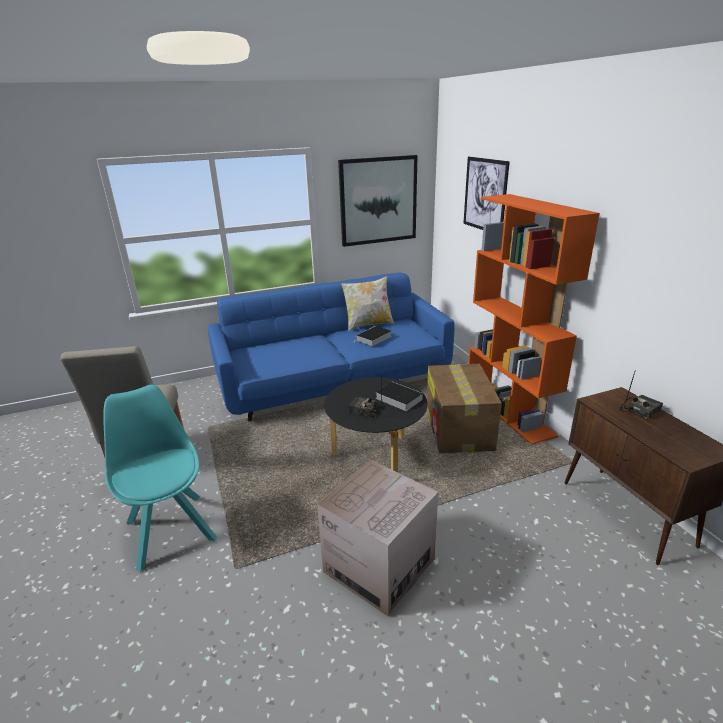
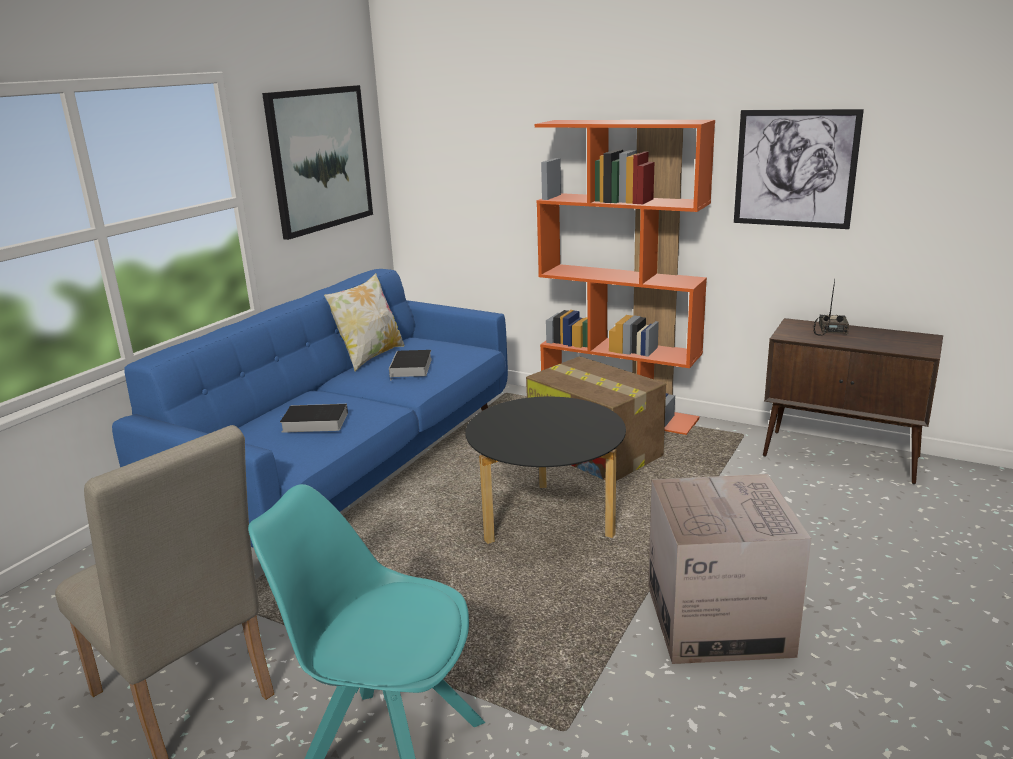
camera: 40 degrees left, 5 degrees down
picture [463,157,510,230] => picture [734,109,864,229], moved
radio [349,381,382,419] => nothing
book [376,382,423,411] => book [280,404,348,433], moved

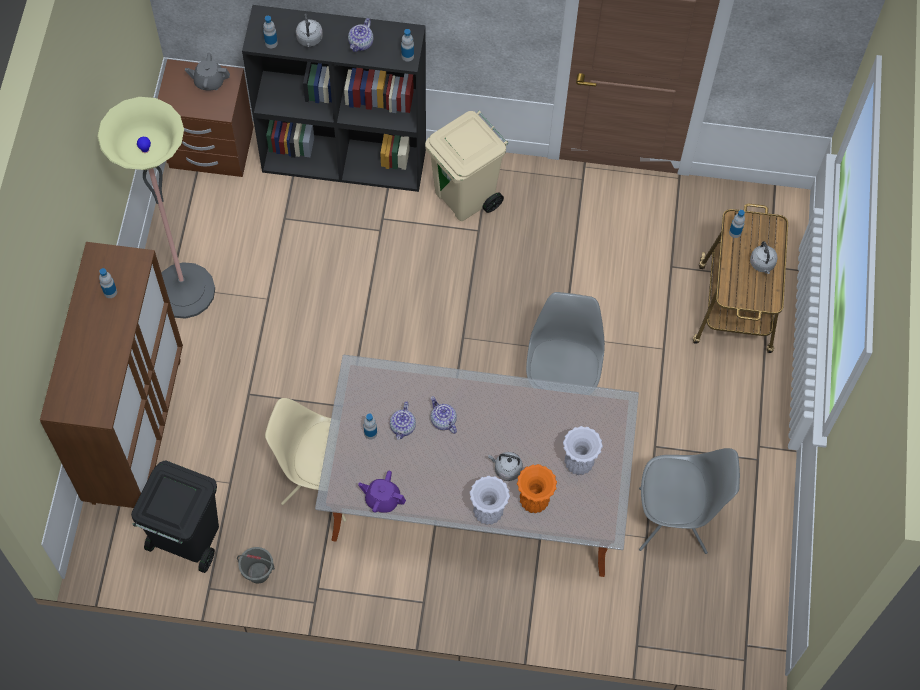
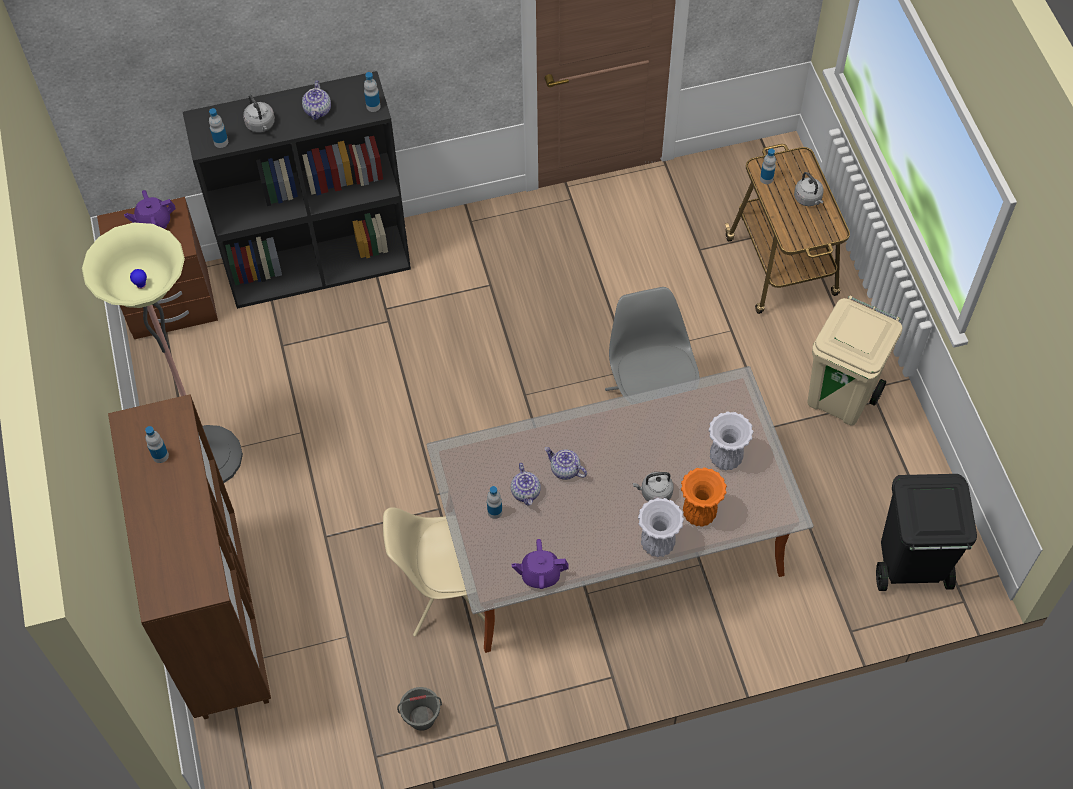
camera: 20 degrees left, 5 degrees down
teapot in grey [185,53,230,91] => teapot in purple [124,190,176,229]
trash can in beige [425,111,509,221] => trash can in beige [808,296,903,426], moved
chair in grey [639,448,740,554] => nothing
trash can in black [131,460,219,573] => trash can in black [876,474,977,591], moved

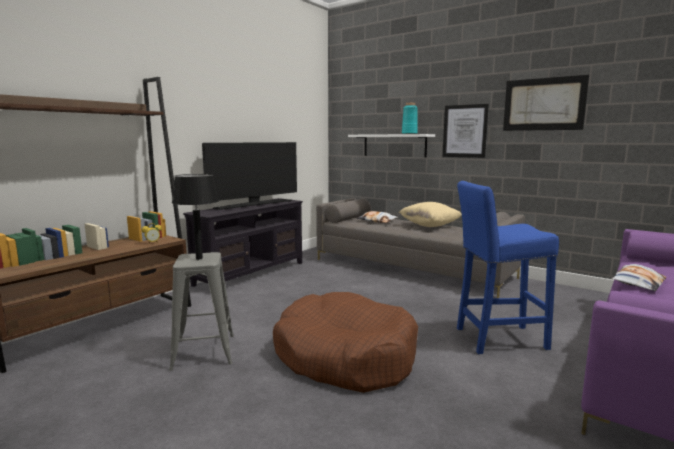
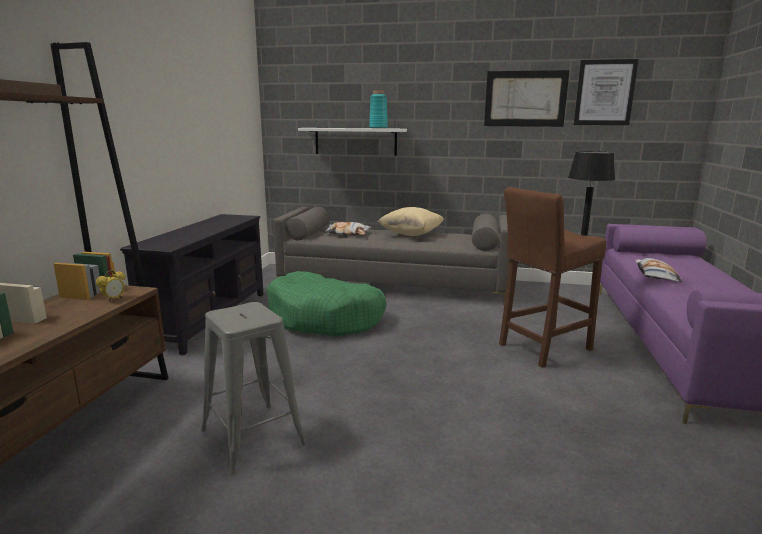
camera: 25 degrees left, 5 degrees up
picture [443,104,489,158] => picture [574,59,639,125], moved
television [202,142,297,210] => nothing
table lamp in black [172,174,219,260] => table lamp in black [568,151,615,236], moved
stool in blue [457,181,559,354] => stool in brown [499,187,606,368]
dog bed in brown [273,292,418,393] => nothing
nothing => dog bed in green [267,271,387,337]

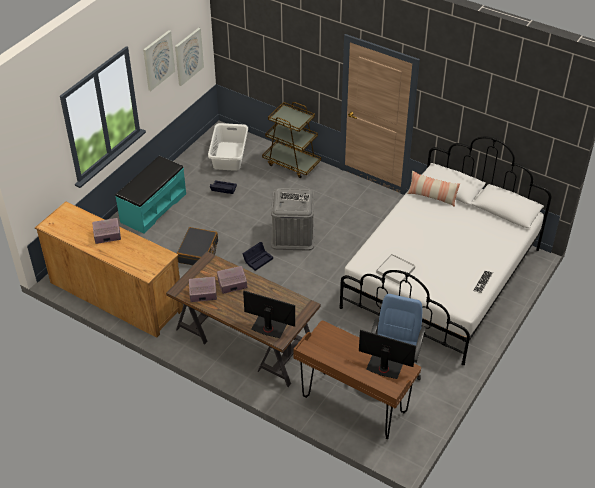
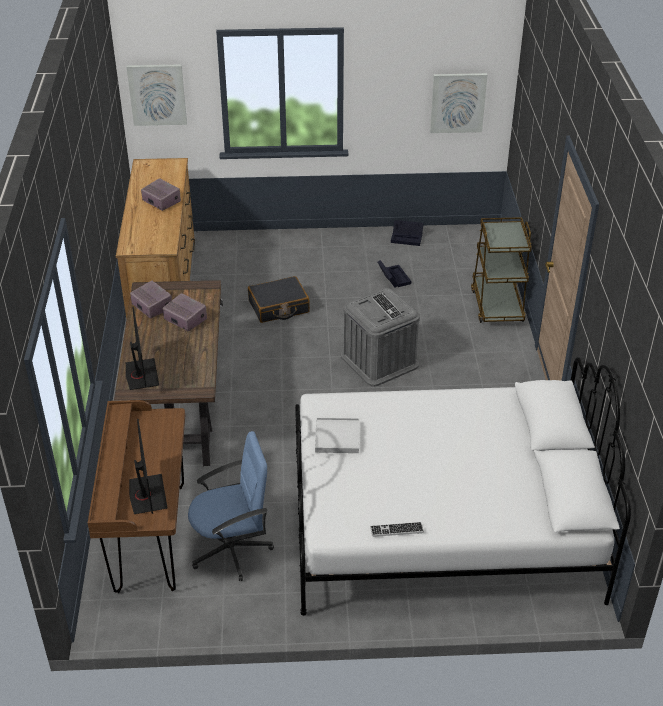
camera: 55 degrees right, 5 degrees down
picture [143,30,175,91] => picture [127,64,187,126], moved
laundry basket in white [208,123,248,171] => nothing
bench in turquoise [115,156,186,234] => nothing
pillow [407,171,460,207] => nothing
storage box in black [243,242,273,271] => storage box in black [391,220,423,246], moved

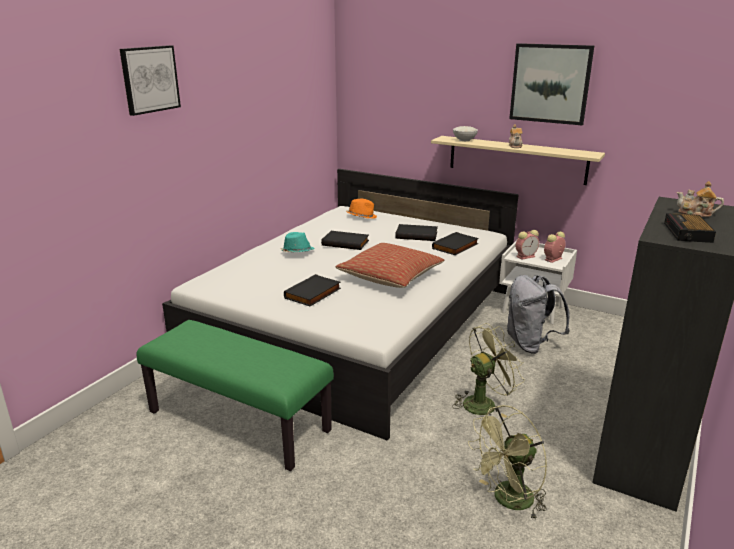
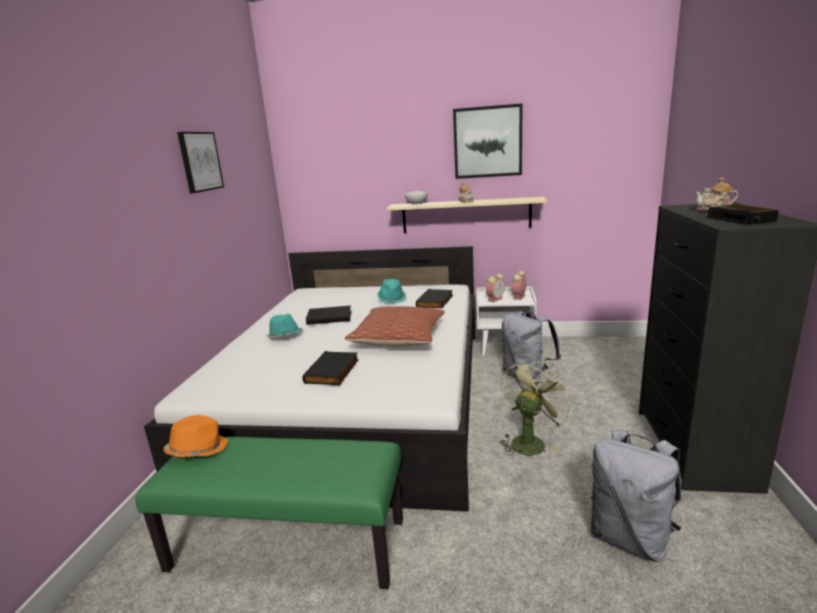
camera: 20 degrees left, 5 degrees down
picture [119,45,181,116] => picture [177,132,224,193], moved
hat in orange [346,199,377,219] => hat in orange [163,415,228,458], moved
book in black [395,224,438,241] => hat in turquoise [377,279,406,303]
fan in green [468,405,547,521] => backpack in grey [591,430,682,562]

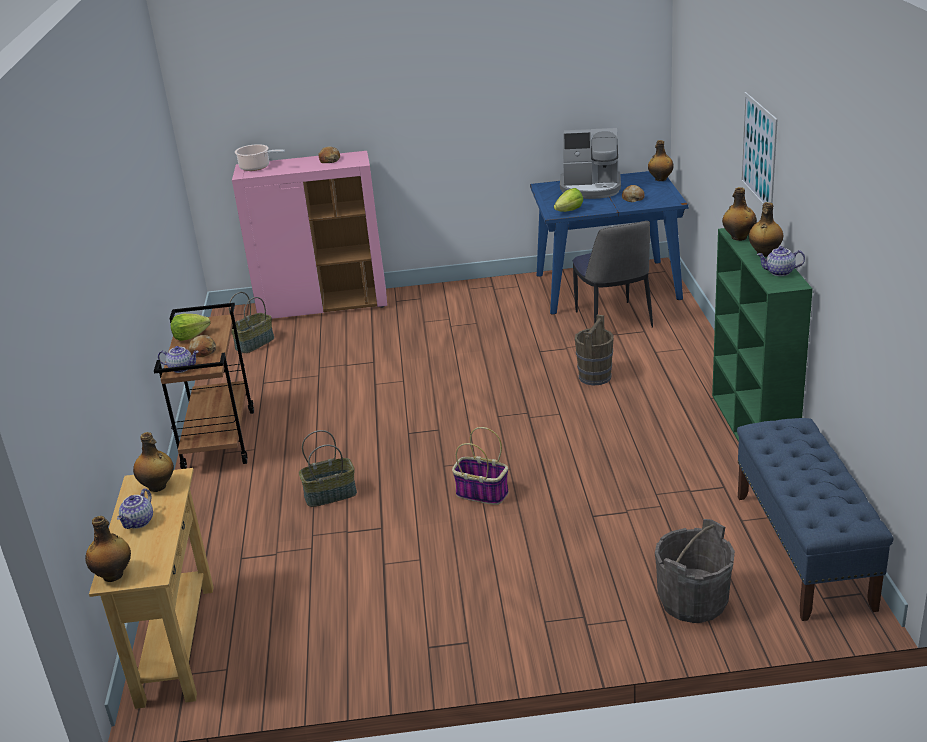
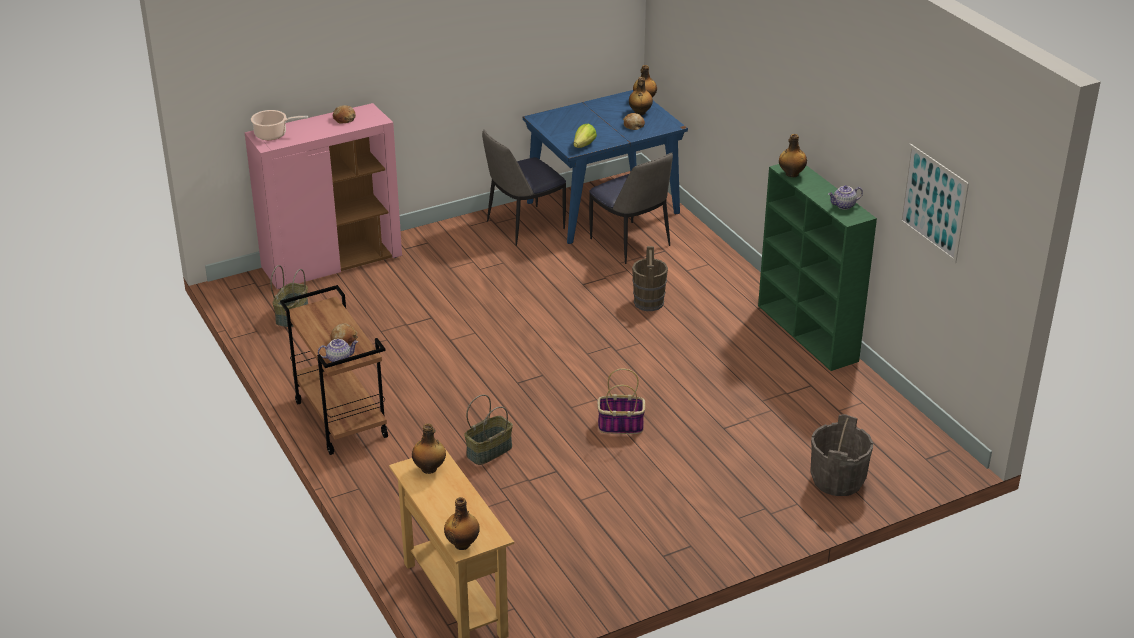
camera: 25 degrees left, 5 degrees up
picture [740,92,778,207] => picture [899,144,969,263], moved
coffee machine [560,128,621,199] => nothing
bottle [749,202,783,257] => bottle [629,77,653,115], moved
lettuce [171,314,211,341] => nothing
bench in blue [737,418,894,621] => nothing
teapot [117,488,153,529] => nothing
nothing => chair [482,130,566,246]

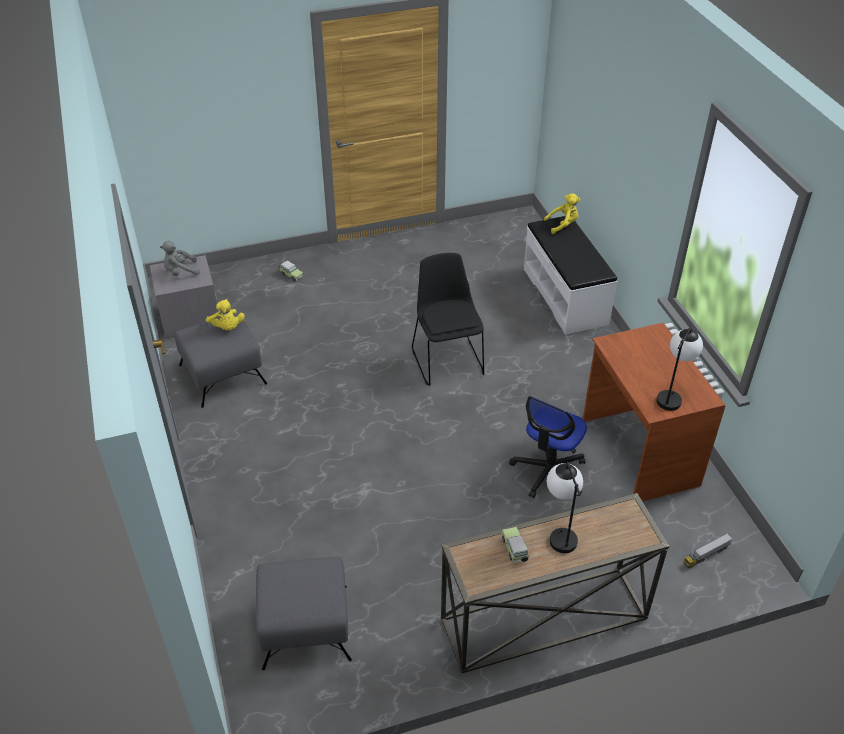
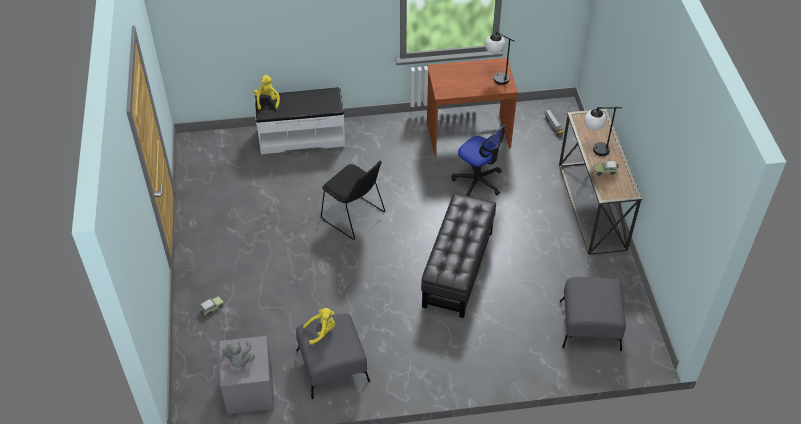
camera: 80 degrees left, 5 degrees up
chair in black [412,253,484,386] => chair in black [321,160,385,240], 135 degrees counterclockwise
nothing => ottoman in black [421,193,496,318]

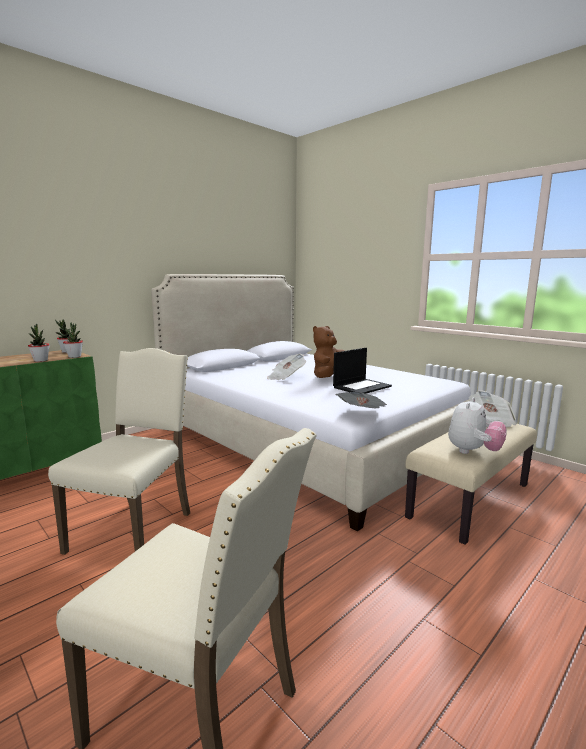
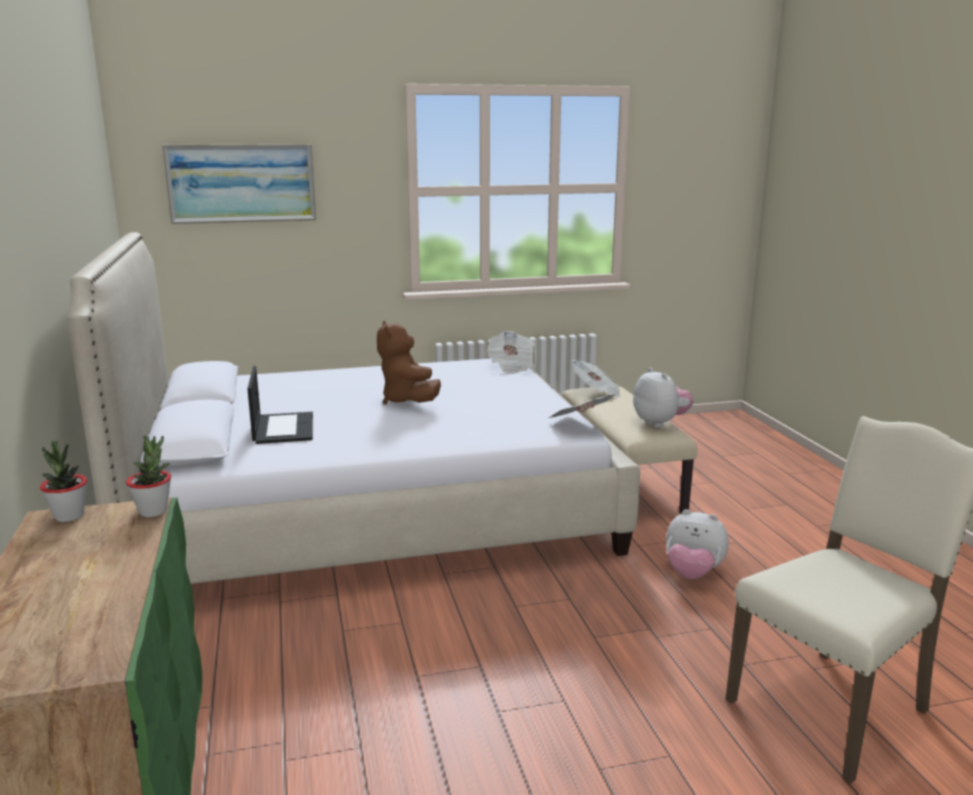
camera: 60 degrees left, 5 degrees up
potted plant [28,324,50,362] => nothing
chair in beige [48,348,190,555] => nothing
laptop [333,348,392,394] => laptop [247,366,313,444], moved
newspaper [267,354,306,380] => newspaper [486,331,536,374], moved
nothing => picture [162,144,316,224]
nothing => plush toy [666,509,729,579]

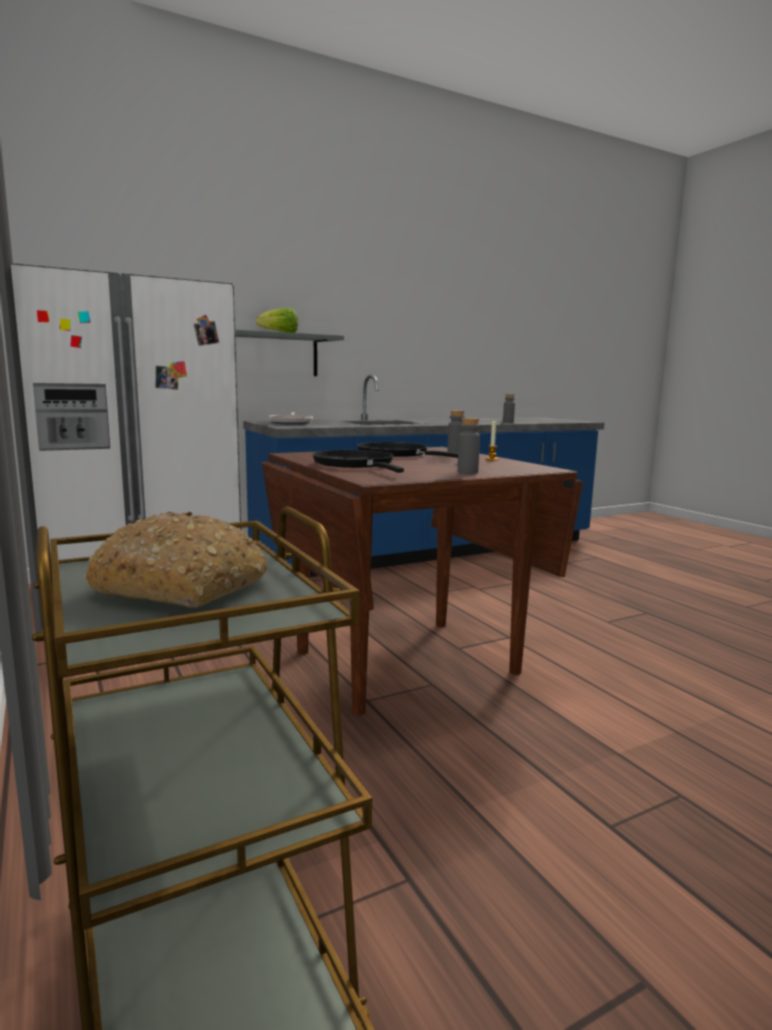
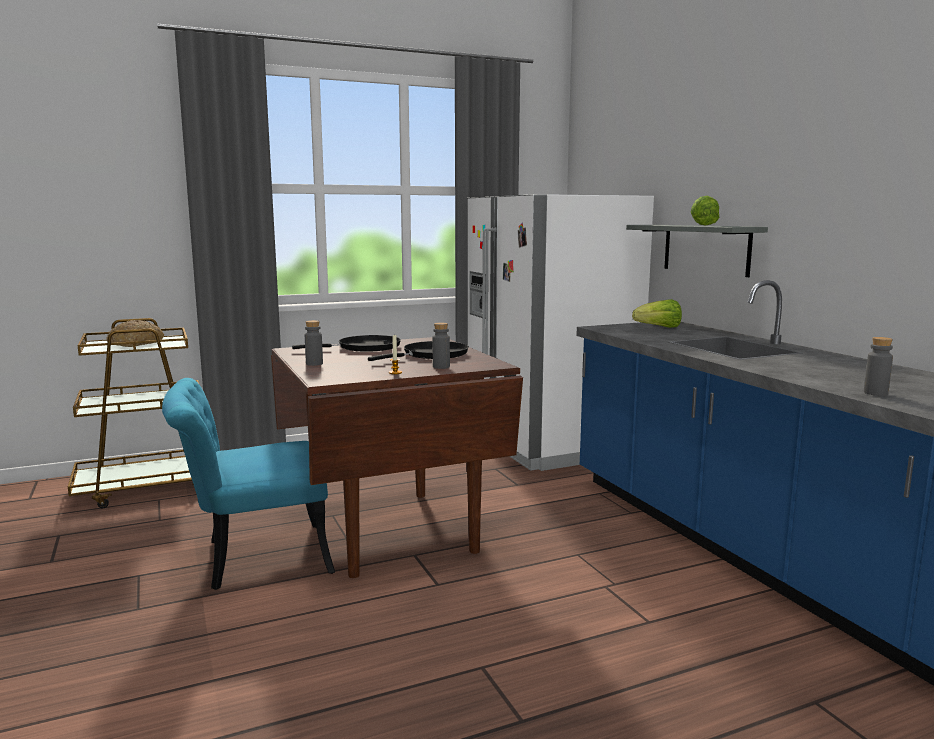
camera: 95 degrees right, 0 degrees up
frying pan [269,412,313,424] => lettuce [632,299,682,328]
nothing => chair in turquoise [162,378,335,590]

